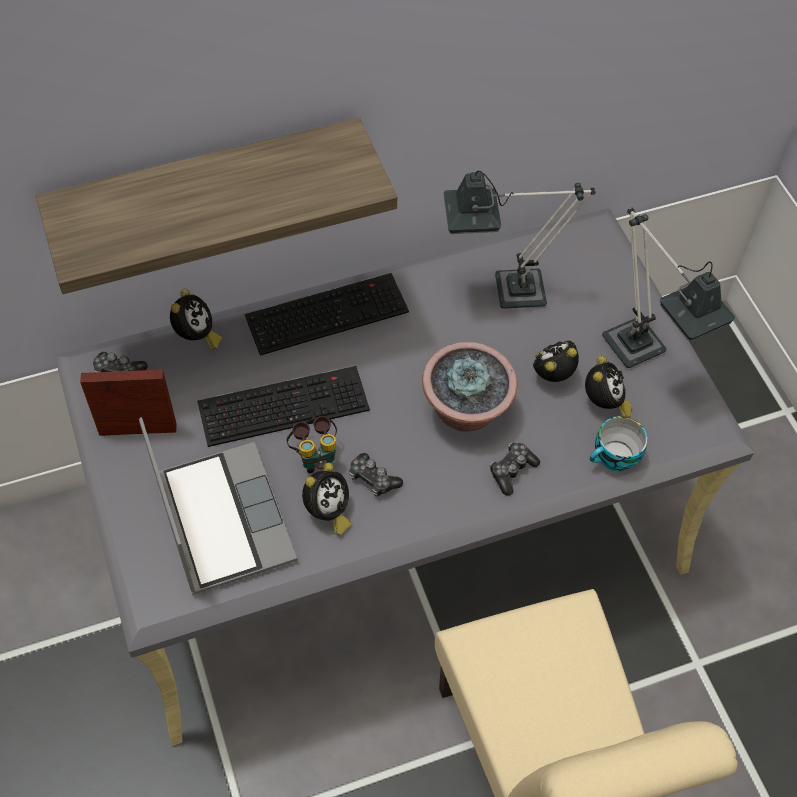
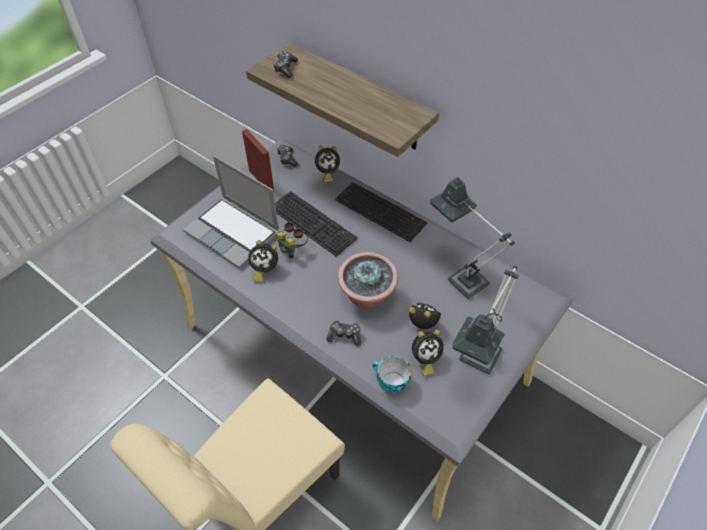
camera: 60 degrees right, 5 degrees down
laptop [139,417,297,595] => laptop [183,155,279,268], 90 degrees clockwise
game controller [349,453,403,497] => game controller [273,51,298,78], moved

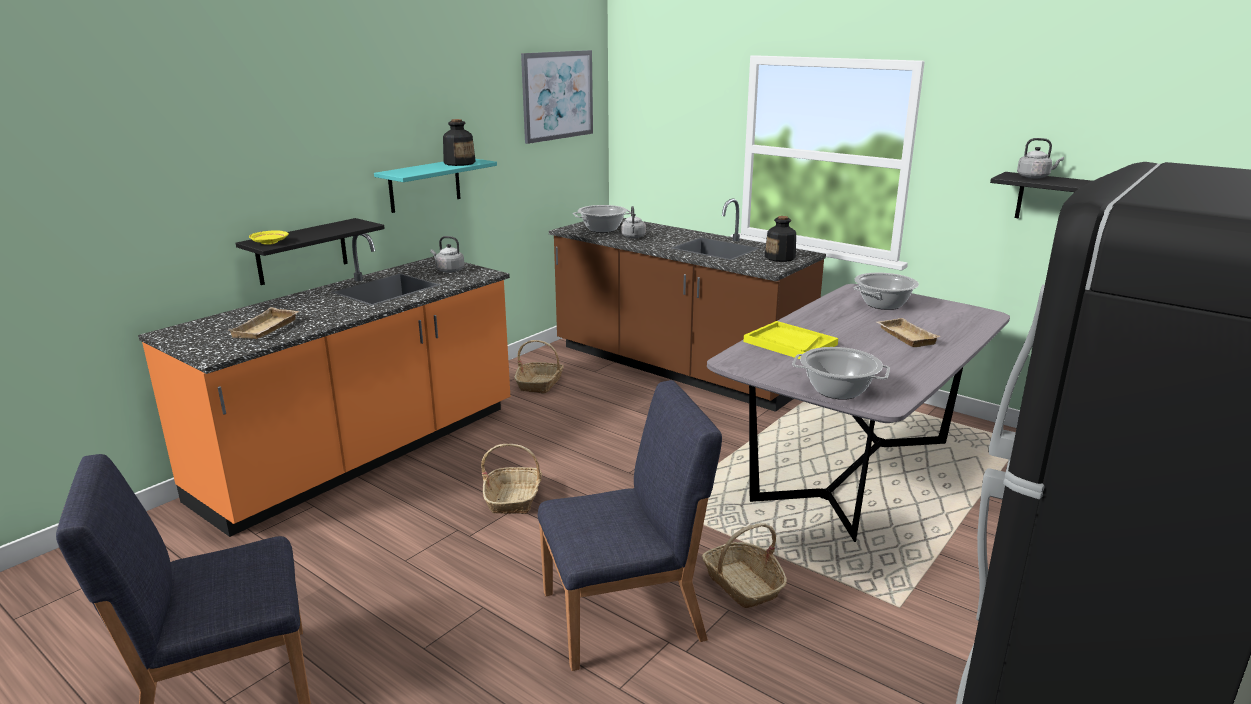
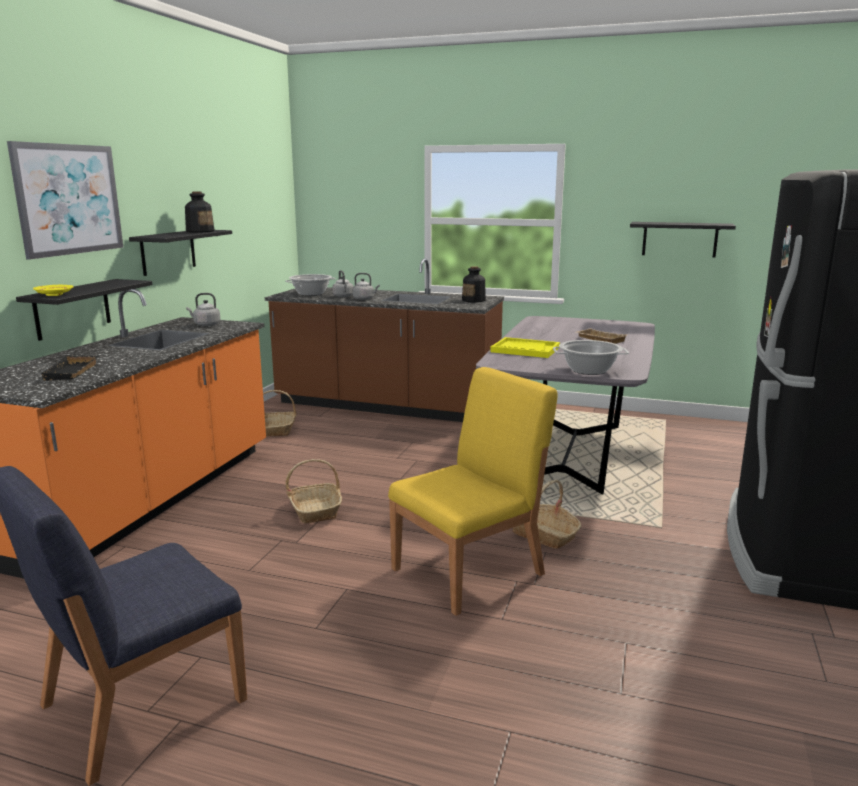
camera: 20 degrees left, 5 degrees down
picture [521,50,593,144] => picture [7,141,123,260], moved
kettle in grey [1017,138,1064,178] => kettle in grey [352,273,380,300], moved
shelf in turquoise [374,159,497,213] => shelf in black [129,230,232,276]
cooking pot [854,273,919,310] => nothing
tray in beige [230,307,299,339] => tray in black [41,355,100,381]
chair in blue [538,380,722,671] => chair in yellow [388,367,558,616]

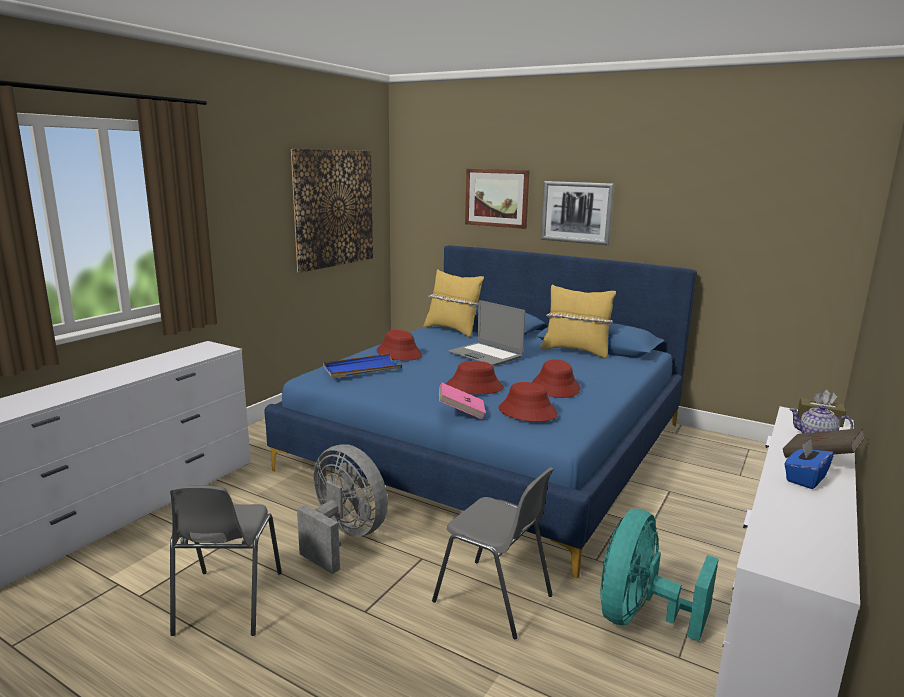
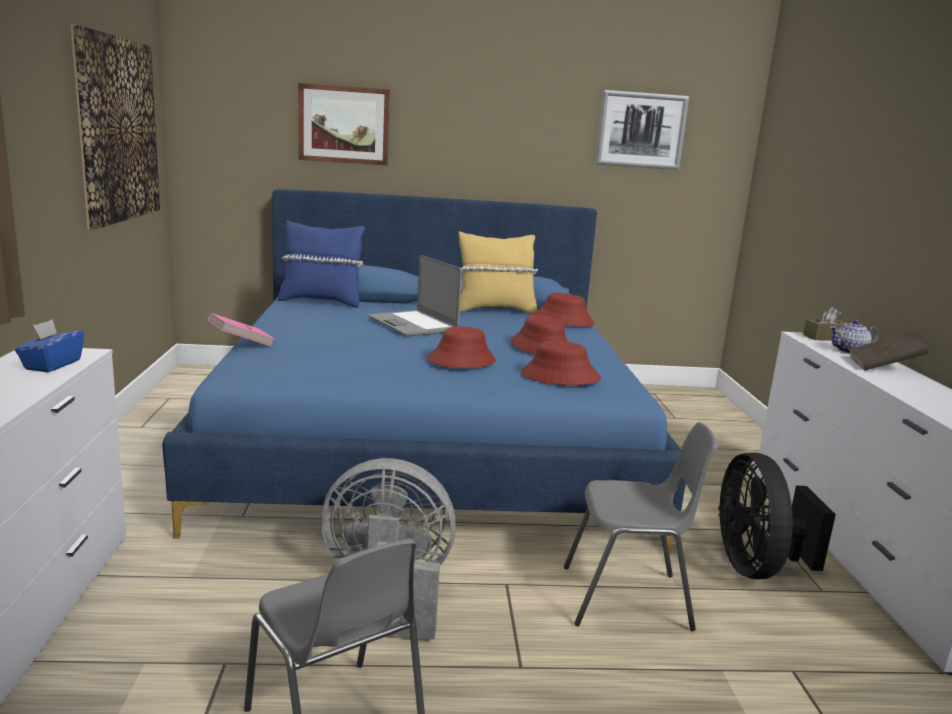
camera: 35 degrees left, 0 degrees up
picture [541,181,614,245] => picture [595,90,690,170], moved
pillow in yellow [424,270,484,338] => pillow in blue [277,220,365,308]
laptop [448,300,525,366] => laptop [368,255,462,336], 45 degrees clockwise
hat in red [377,330,422,361] => hat in red [533,293,595,327], moved
tray in blue [323,353,402,379] => nothing
book in pink [439,383,486,420] => book in pink [208,313,275,347], moved
tissue box in blue [784,439,834,489] => tissue box in blue [15,319,84,372], moved
fan in turquoise [600,509,718,642] => fan in black [718,452,836,580]

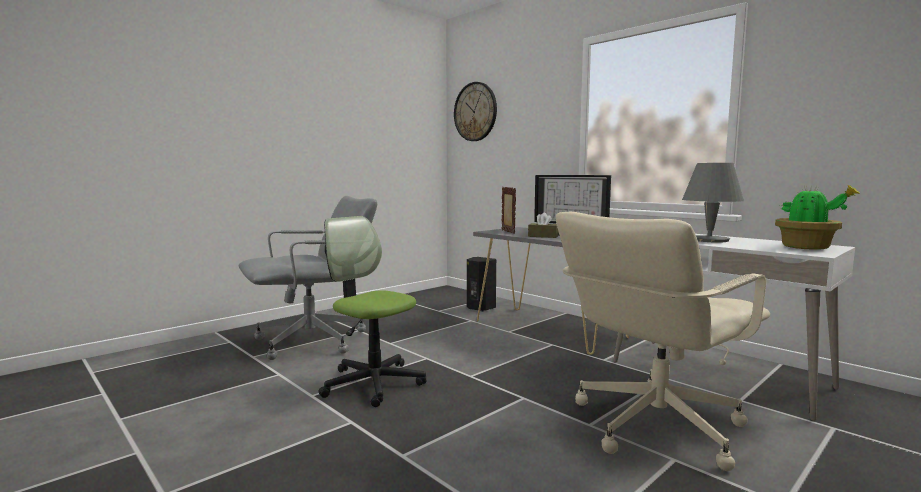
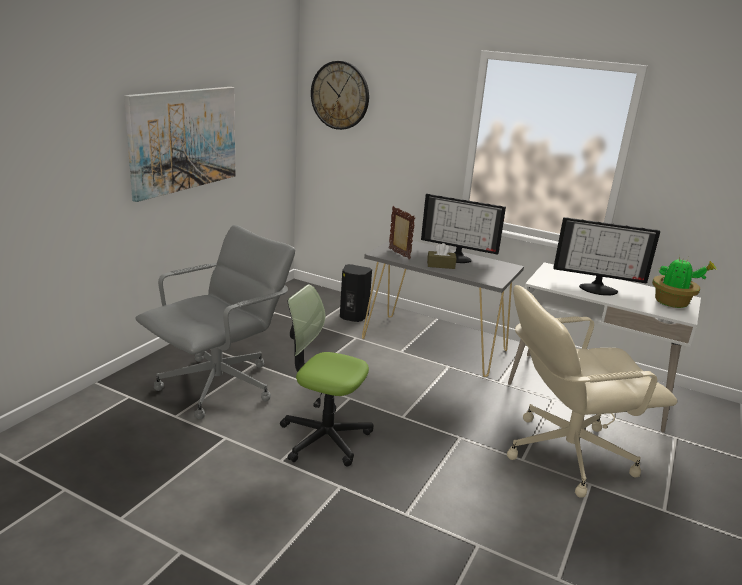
camera: 20 degrees left, 15 degrees up
table lamp in grey [682,163,744,243] => monitor [553,217,660,296]
office chair in beige [556,212,770,471] => office chair in beige [507,285,677,498], 45 degrees clockwise
nothing => picture [124,87,235,202]

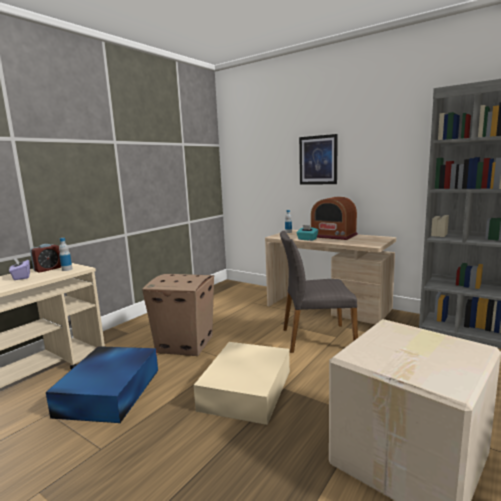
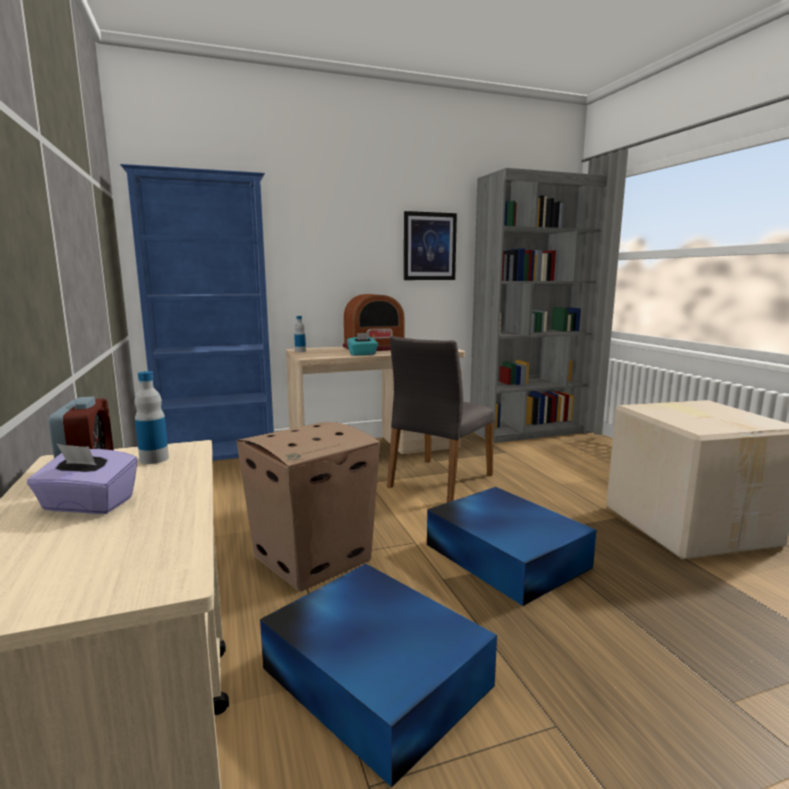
camera: 55 degrees left, 0 degrees up
picture [299,134,338,185] => picture [404,211,457,280], moved
storage box in beige [193,342,290,425] => storage box in blue [427,487,596,606]
nothing => bookcase in blue [120,164,274,461]

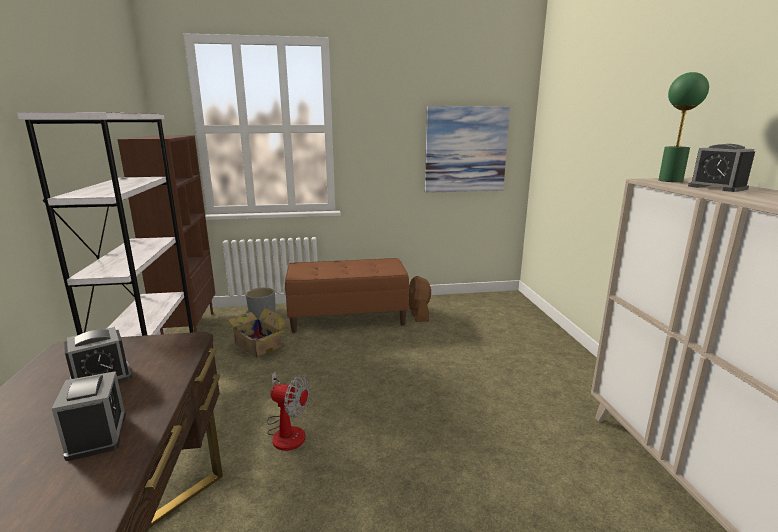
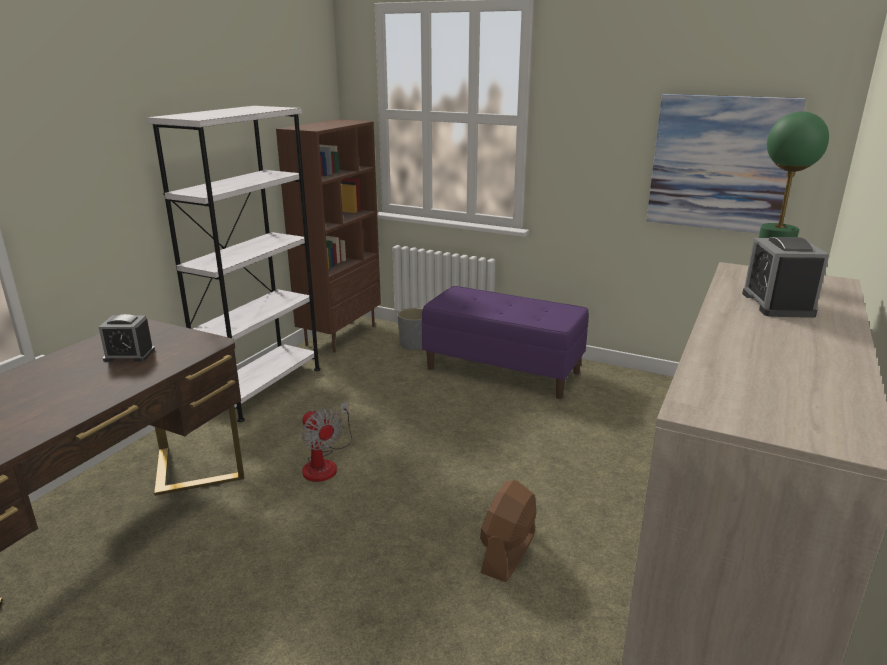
camera: 35 degrees right, 5 degrees up
bench in brown [285,258,409,333] => bench in purple [422,286,589,399]
fan in brown [409,276,431,322] => fan in brown [480,480,537,582], moved
cardboard box [224,308,286,358] => nothing
alarm clock [52,371,126,461] => nothing

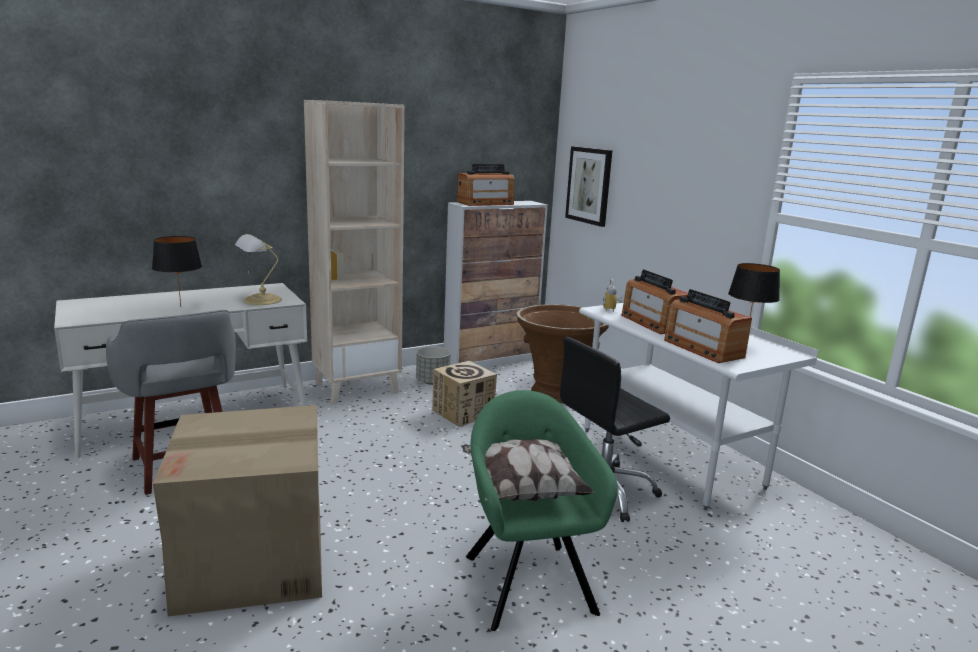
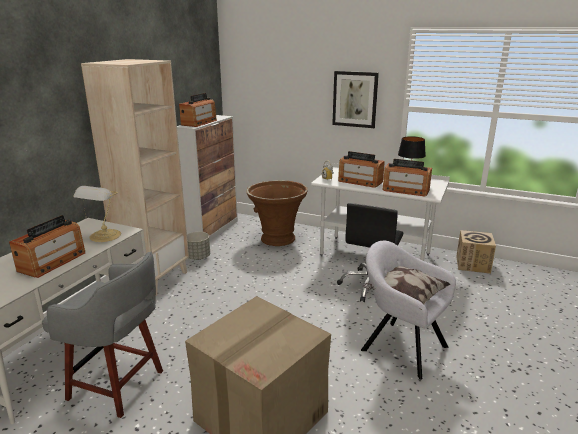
camera: 35 degrees left, 5 degrees up
picture [565,146,612,227] => picture [332,71,379,128], moved
table lamp in black [152,236,202,307] => radio [9,215,85,278]
cardboard box [432,361,497,427] => cardboard box [456,230,496,274], moved
armchair in green [466,390,617,631] => armchair in grey [361,241,456,380]

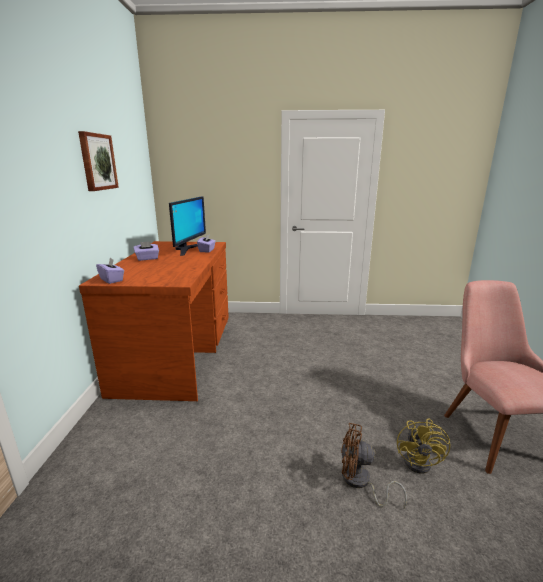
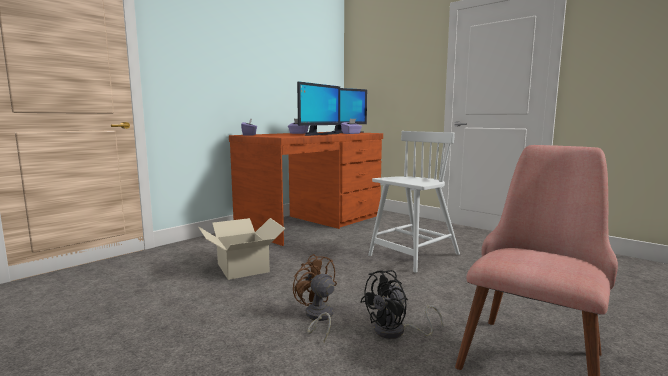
camera: 40 degrees right, 10 degrees down
picture [78,131,119,191] => nothing
fan in yellow [397,418,451,474] => fan in black [360,270,443,339]
nothing => monitor [297,82,340,136]
nothing => chair in white [368,131,460,273]
nothing => cardboard box [198,218,285,280]

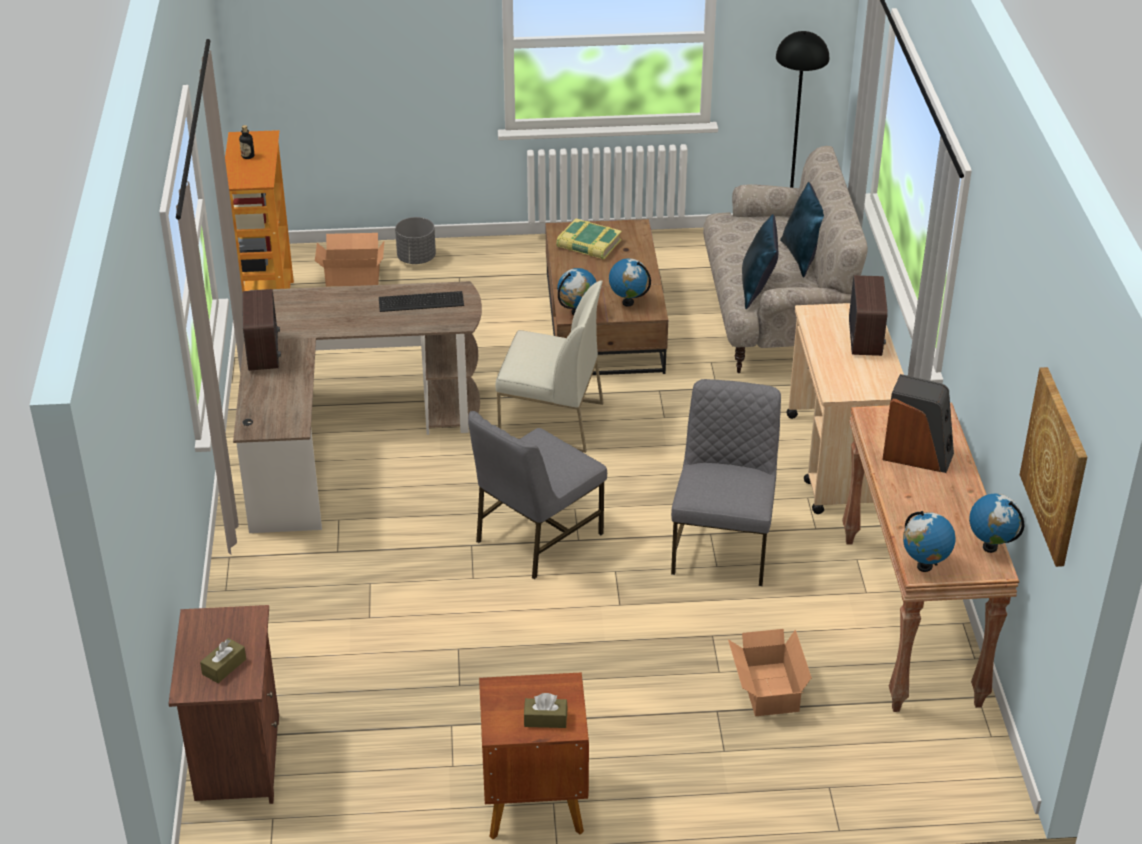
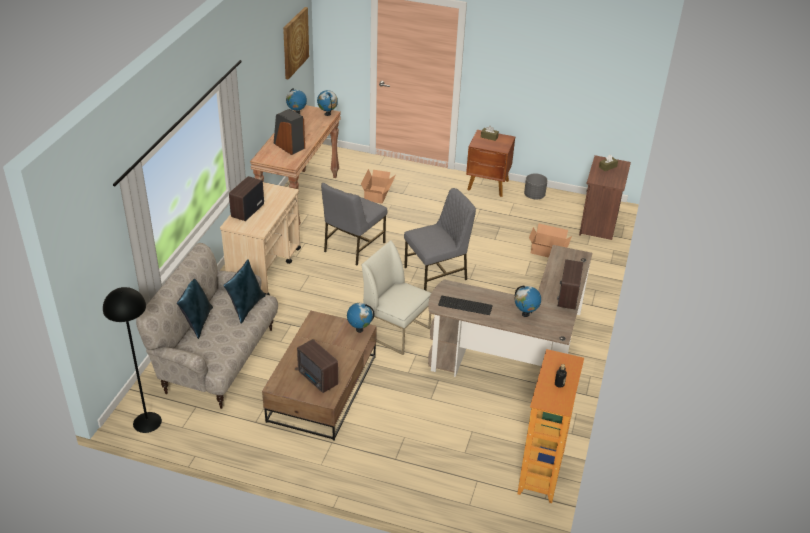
camera: 160 degrees left, 0 degrees up
planter in grey [395,217,436,264] => planter in grey [524,173,548,199], moved
book [556,218,622,259] => radio [297,339,338,393]
cardboard box [315,233,384,286] => cardboard box [529,223,572,258], moved
globe [609,258,651,307] => globe [515,285,541,317], moved

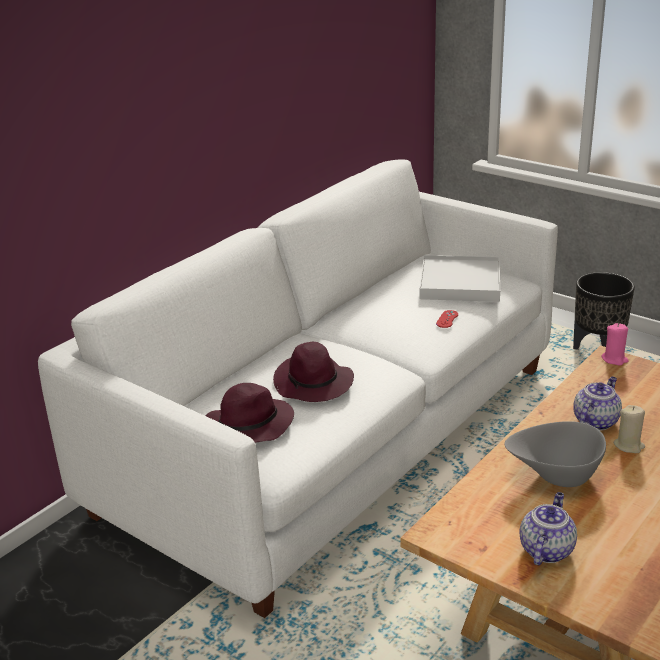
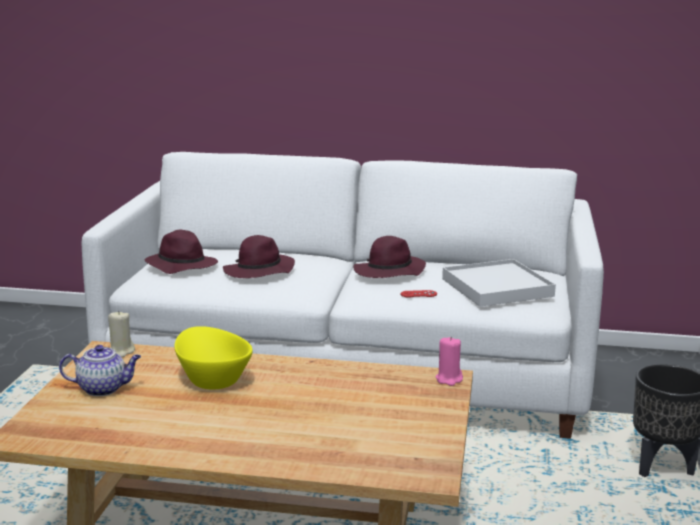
camera: 60 degrees right, 10 degrees down
teapot [573,377,622,431] => nothing
candle in beige [613,405,645,453] => candle in beige [108,311,135,357], moved
bowl in grey [505,421,606,487] => bowl in yellow [175,326,253,389]
nothing => hat in purple [353,236,426,278]

